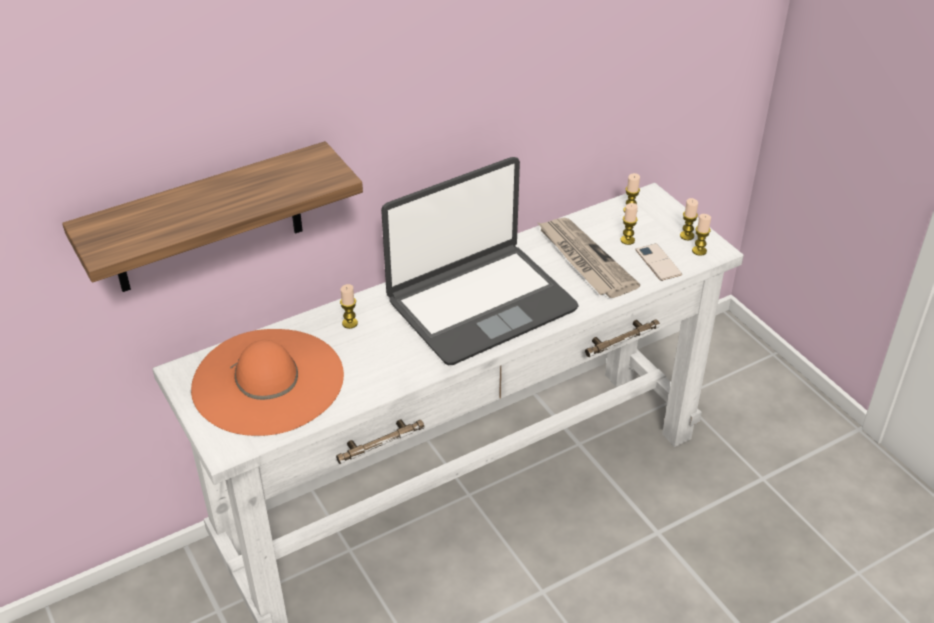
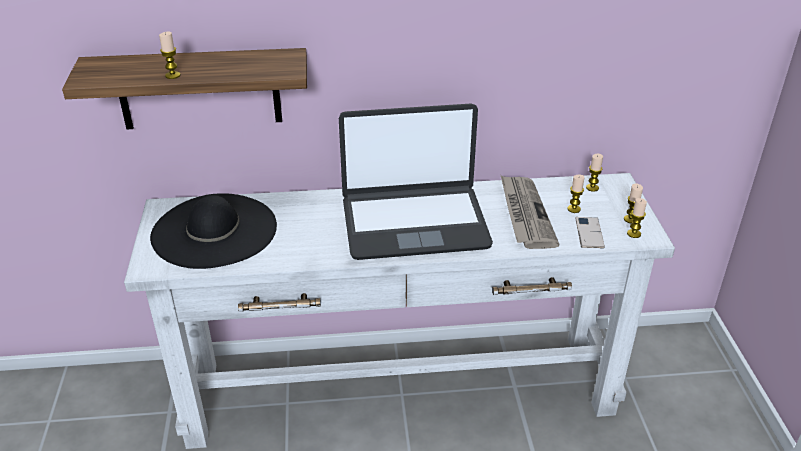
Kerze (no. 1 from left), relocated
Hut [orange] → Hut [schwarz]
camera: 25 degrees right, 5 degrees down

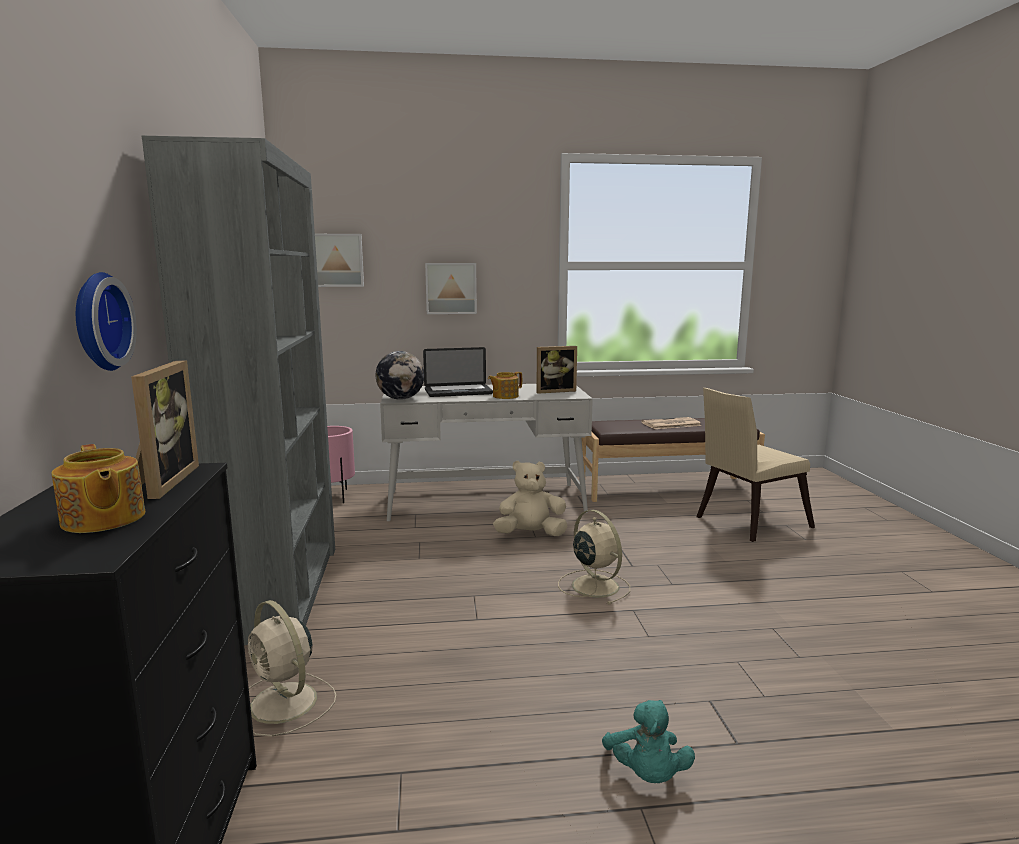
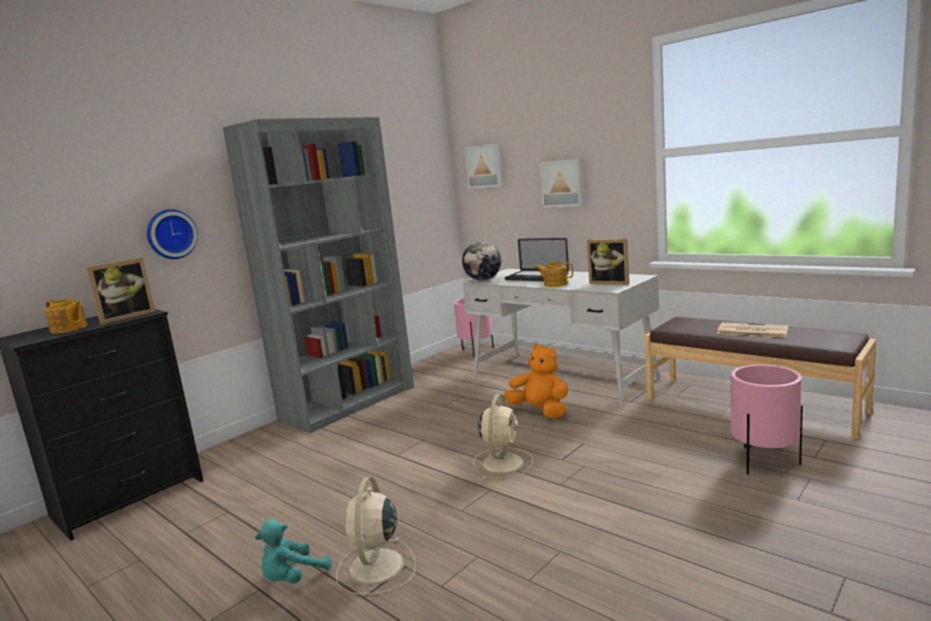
Ventilator [beige] (no. 1 from left), relocated
Stuhl [beige] → Pflanzkübel [rosa] (no. 2 from left)
Plüschtier [beige] → Plüschtier [orange]
Teekanne (no. 1 from left), 75 degrees counterclockwise
camera: 50 degrees right, 0 degrees up

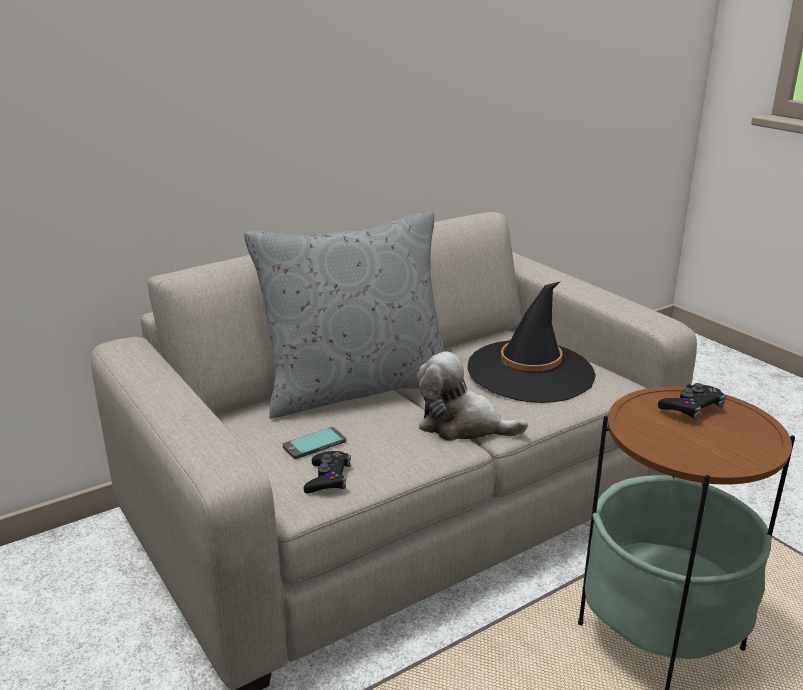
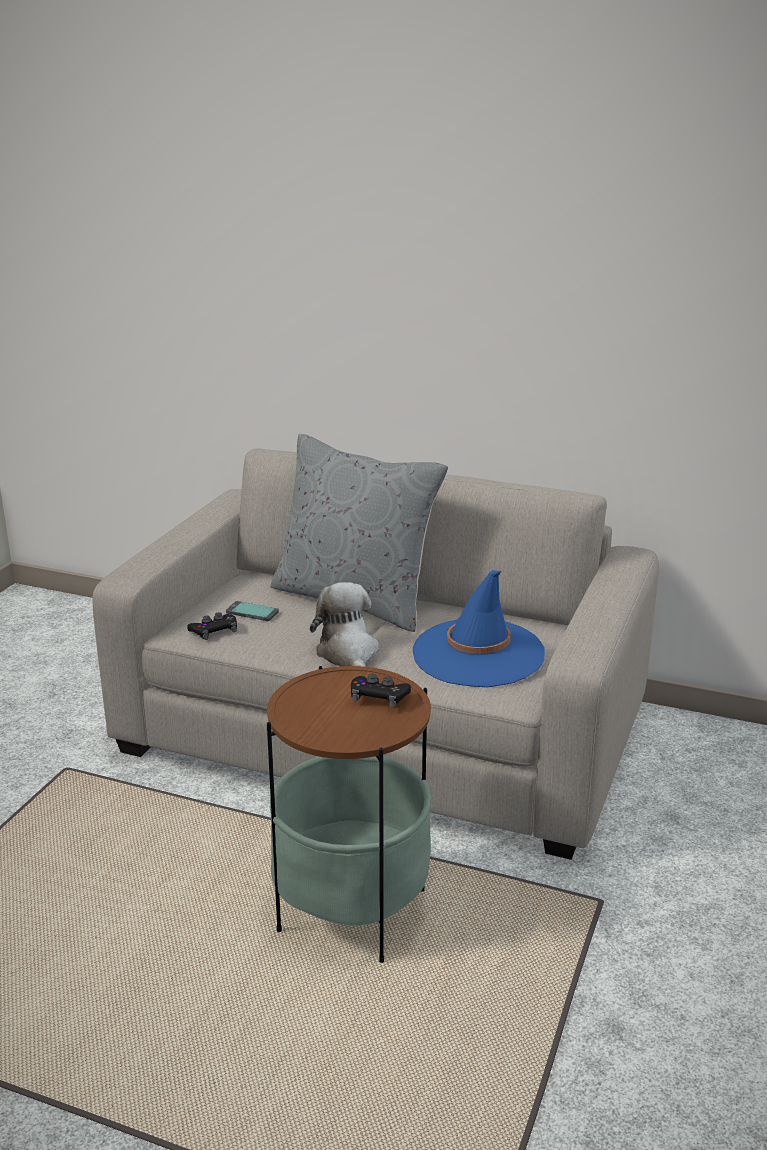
Hut [schwarz] → Hut [blau]
camera: 55 degrees right, 0 degrees up

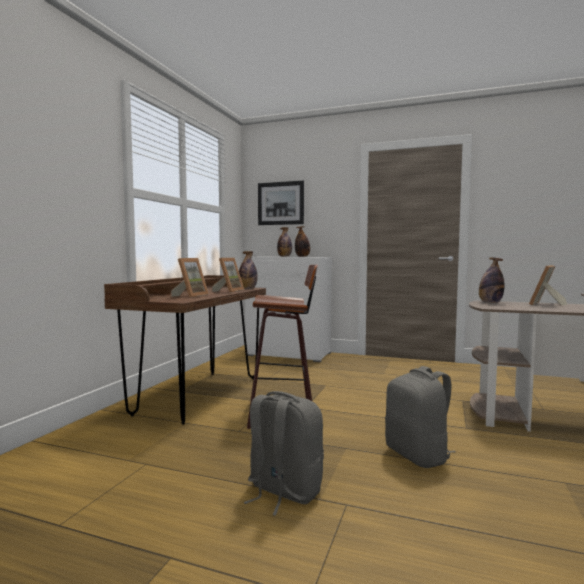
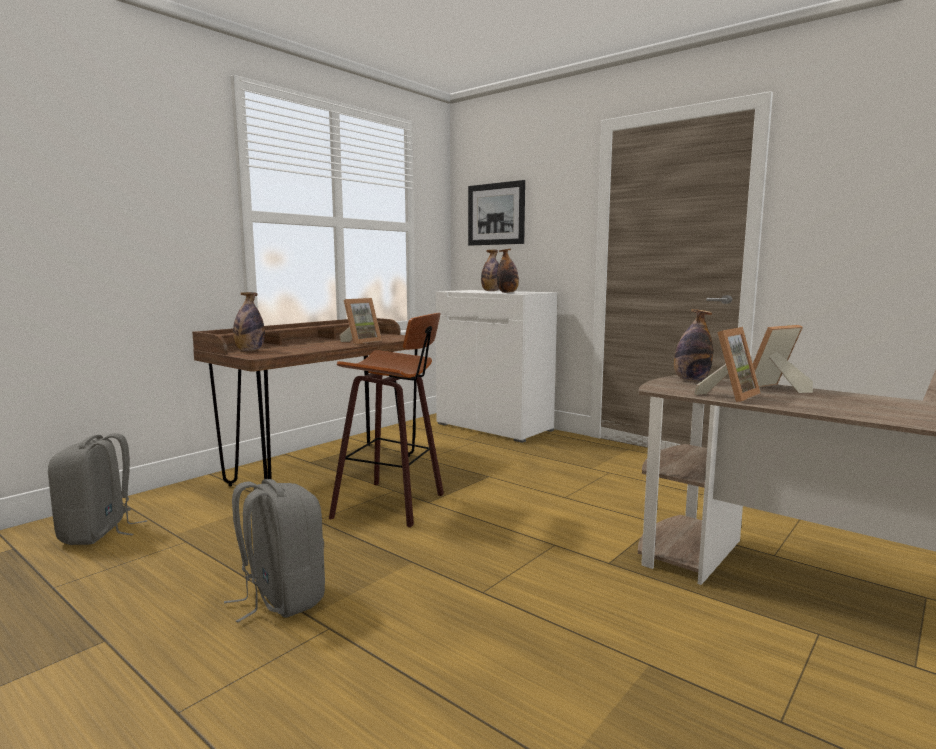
Bilderrahmen (no. 1 from left in the first image) → Bilderrahmen (no. 2 from left), relocated
Flasche (no. 1 from left), relocated
Rucksack [grau] (no. 2 from left in the first image) → Rucksack [grau] (no. 1 from left), relocated
camera: 20 degrees right, 5 degrees up

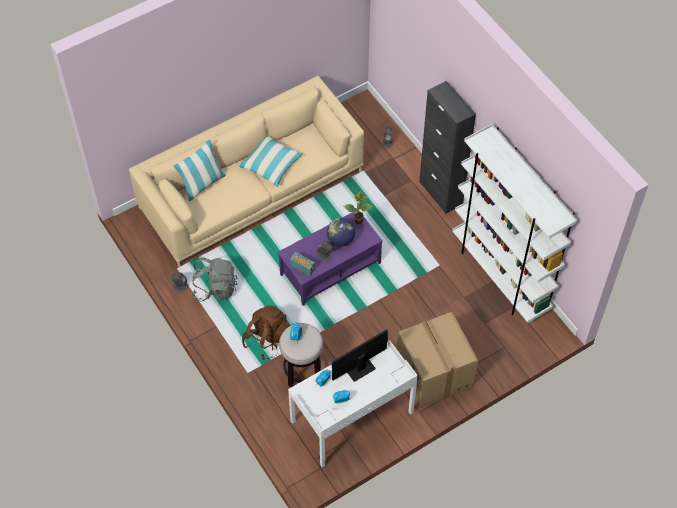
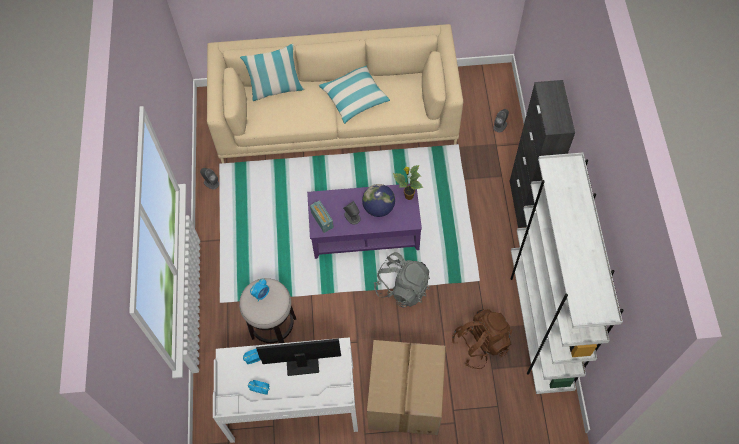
Rucksack [grau], relocated
Rucksack [braun], relocated
camera: 30 degrees right, 5 degrees up

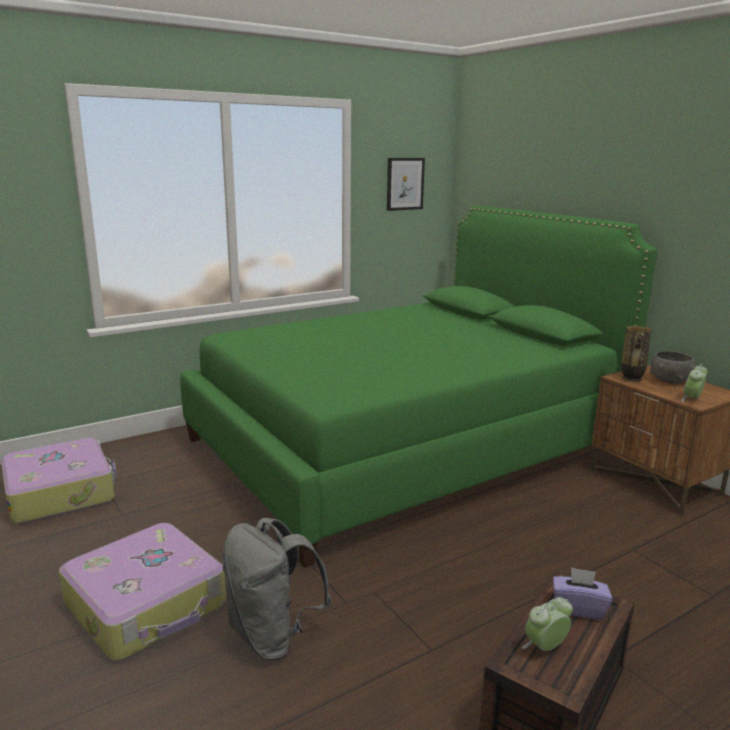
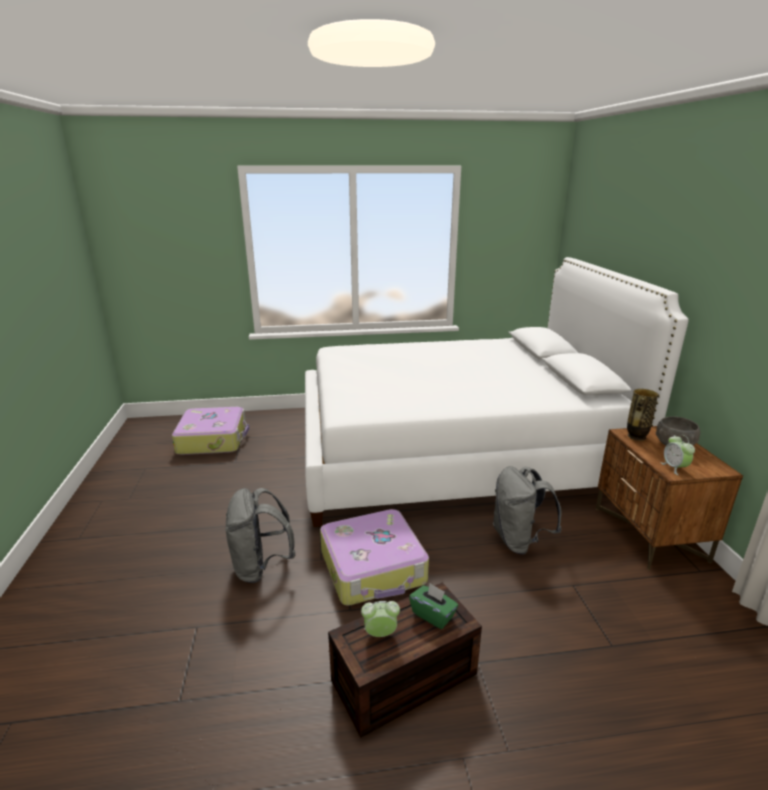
Bild → -
- → Rucksack [grau] (no. 2 from left)
Koffer (no. 2 from left), relocated
Bett [grün] → Bett [weiß]
Taschentuchbox [lila] → Taschentuchbox [grün]
Wecker (no. 2 from left), 75 degrees counterclockwise
camera: 25 degrees right, 5 degrees up

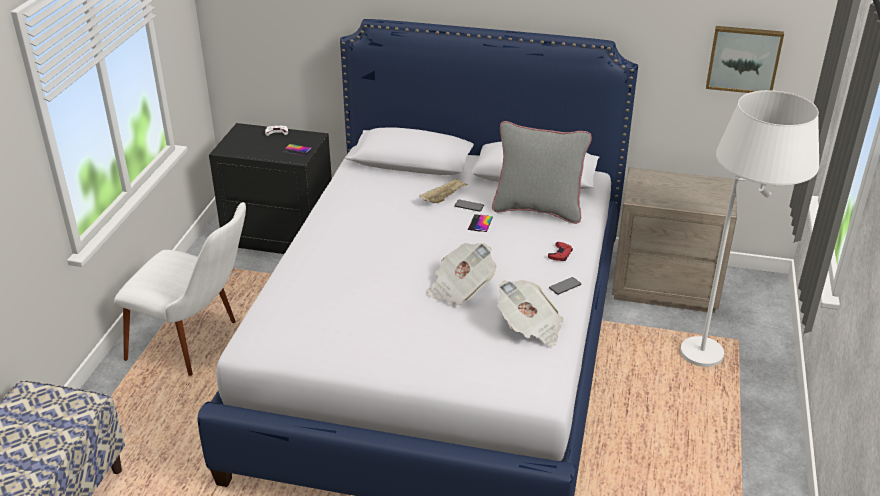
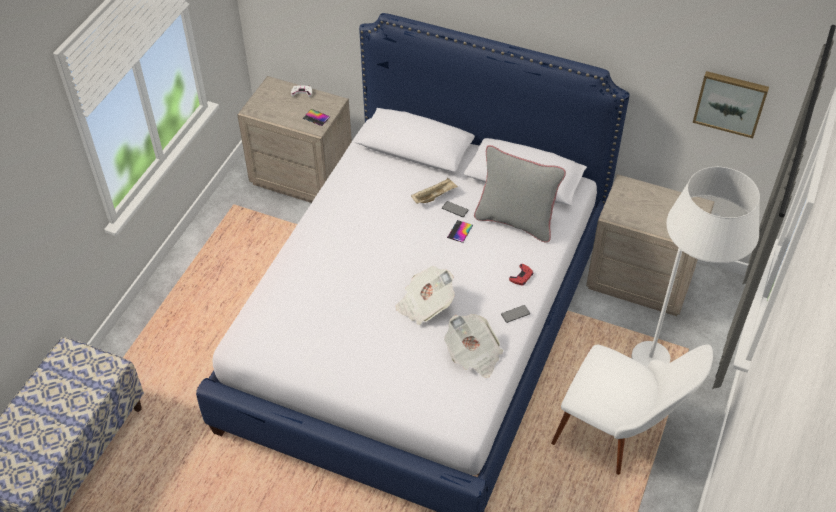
Stuhl [weiß], relocated
Nachttisch [schwarz] → Nachttisch [beige] (no. 1 from left)
camera: 10 degrees right, 15 degrees up

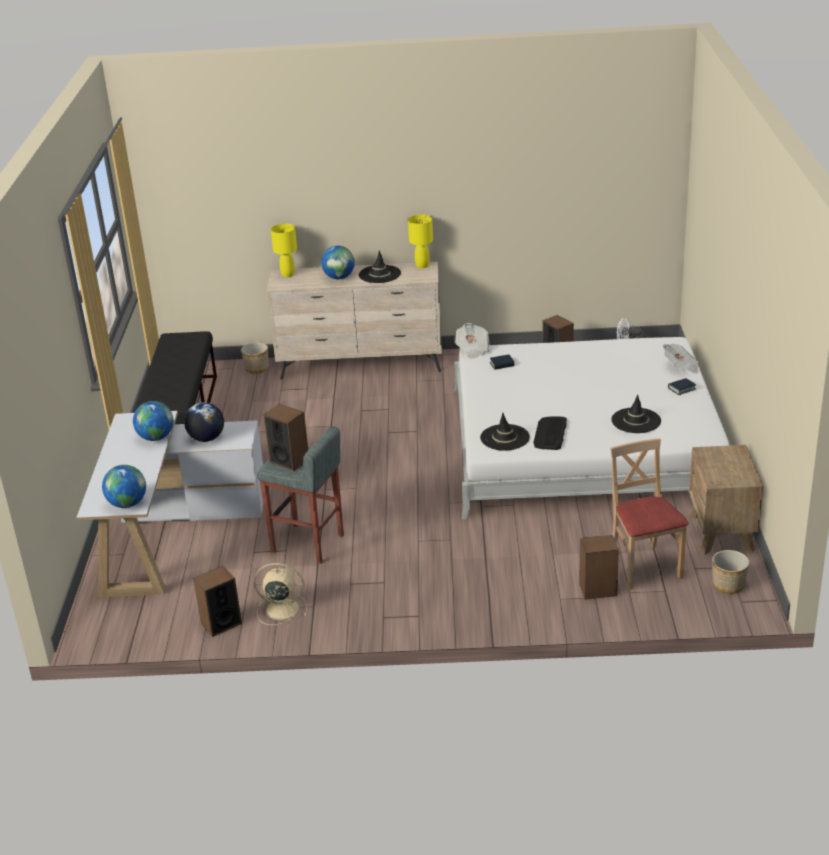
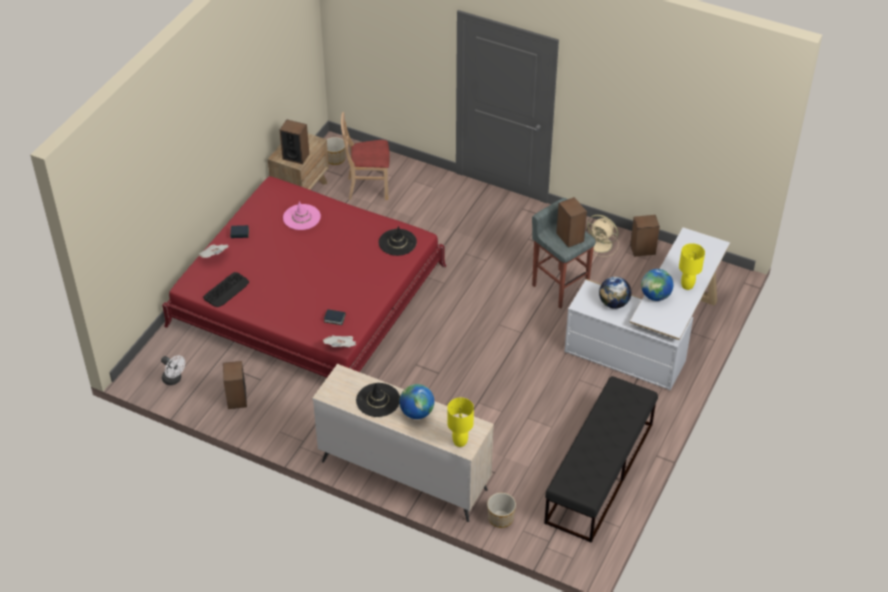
Globus (no. 1 from left) → -
Tischlampe [gelb] (no. 2 from left), relocated
Tastatur, relocated
Lautsprecher (no. 4 from left in the first image) → Lautsprecher (no. 2 from left), relocated
Bett [weiß] → Bett [rot]
Hut [schwarz] (no. 3 from left) → Hut [rosa]
Stuhl [beige], 75 degrees clockwise
camera: 155 degrees left, 15 degrees up

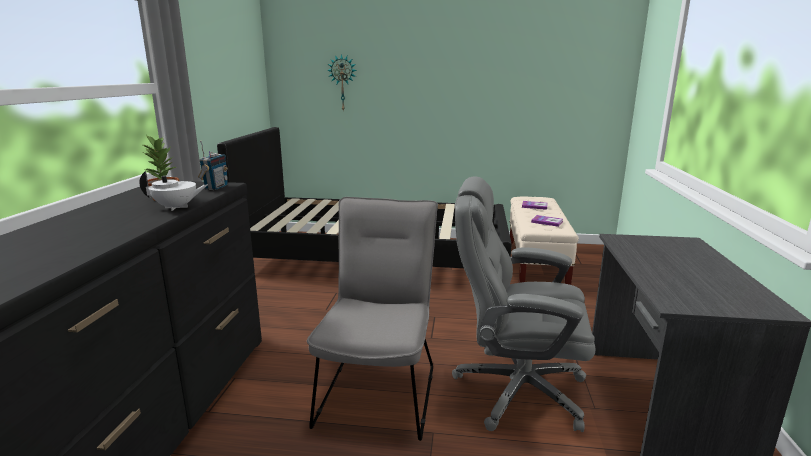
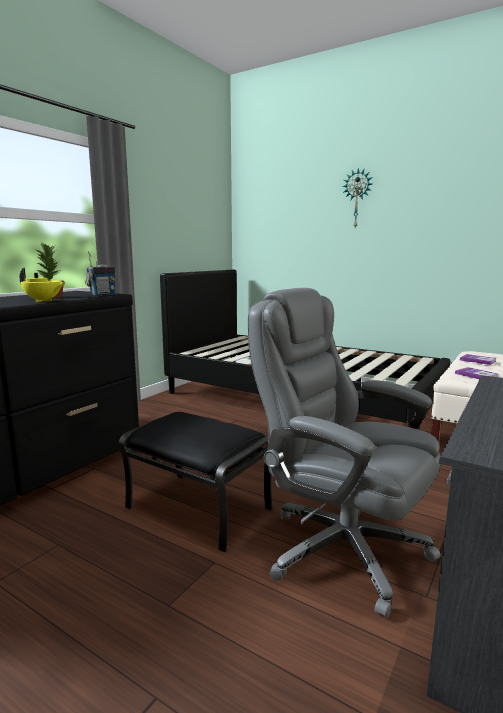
Wanduhr, relocated
Stuhl [grau] → Polsterhocker [schwarz]
Teekanne [weiß] → Teekanne [gelb]
camera: 25 degrees right, 5 degrees down

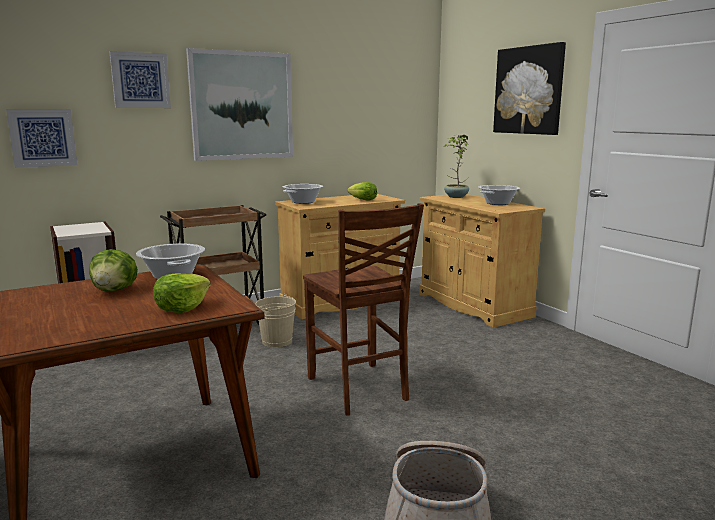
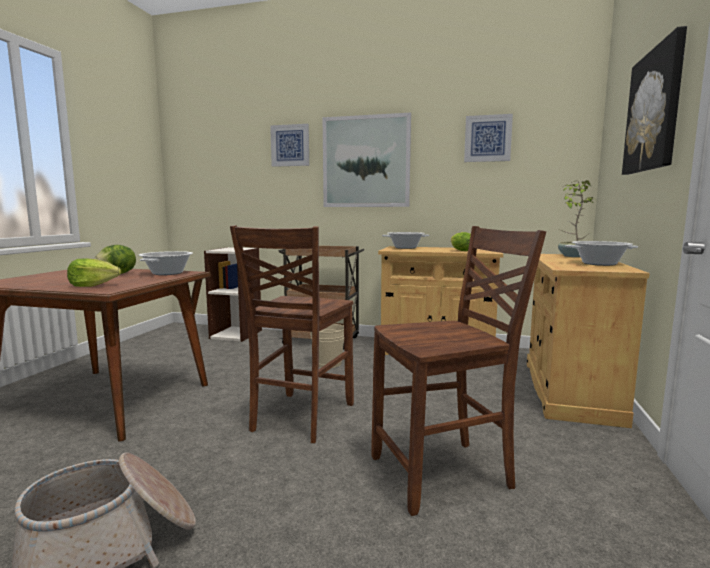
- → Stuhl [braun] (no. 2 from left)
Bild (no. 1 from left in the first image) → Bild (no. 3 from left), relocated
camera: 45 degrees right, 5 degrees down

